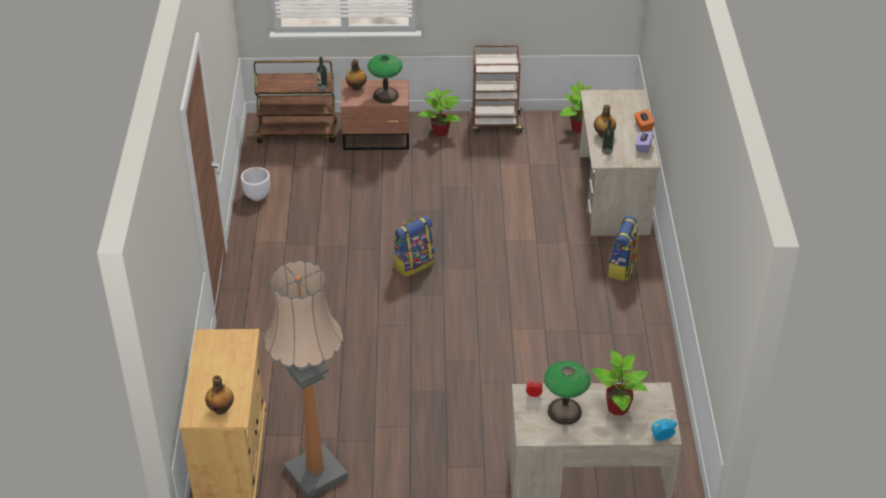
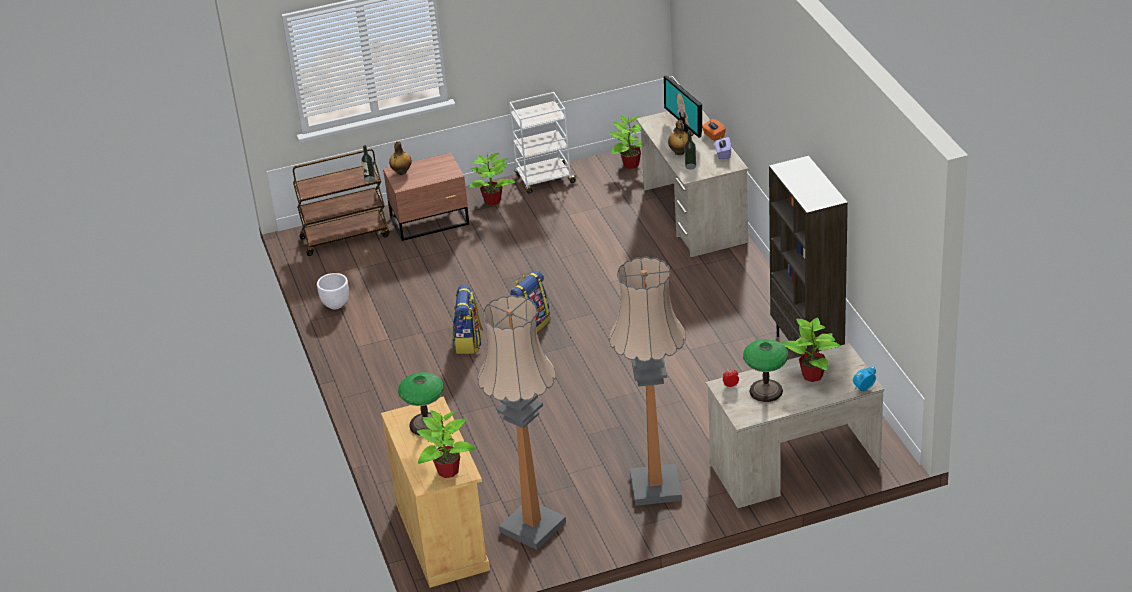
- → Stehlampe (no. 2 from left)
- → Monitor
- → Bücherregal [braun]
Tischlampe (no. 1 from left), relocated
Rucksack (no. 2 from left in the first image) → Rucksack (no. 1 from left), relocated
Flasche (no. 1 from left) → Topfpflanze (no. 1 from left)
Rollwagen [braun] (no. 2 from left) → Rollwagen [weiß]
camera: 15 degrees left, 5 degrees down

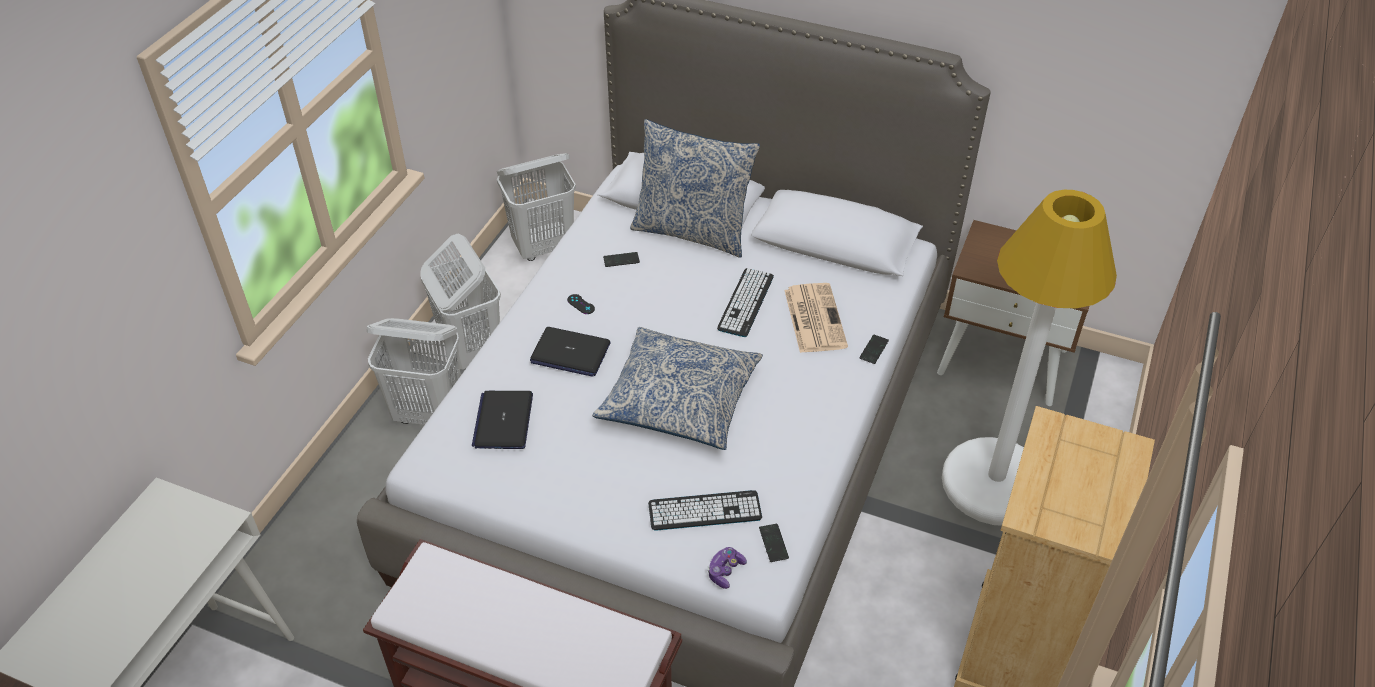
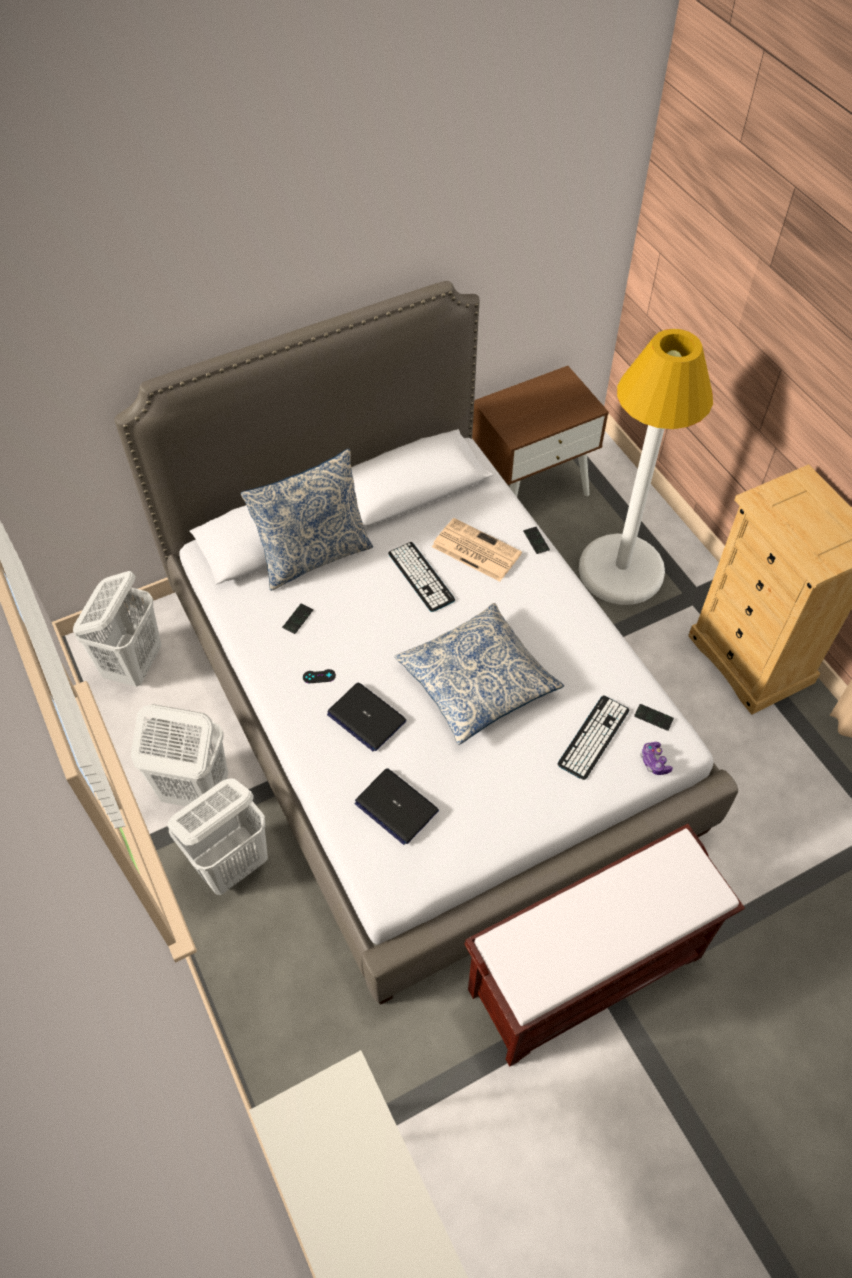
Laptop (no. 2 from left in the first image) → Laptop (no. 1 from left), 75 degrees clockwise
camera: 50 degrees left, 10 degrees up

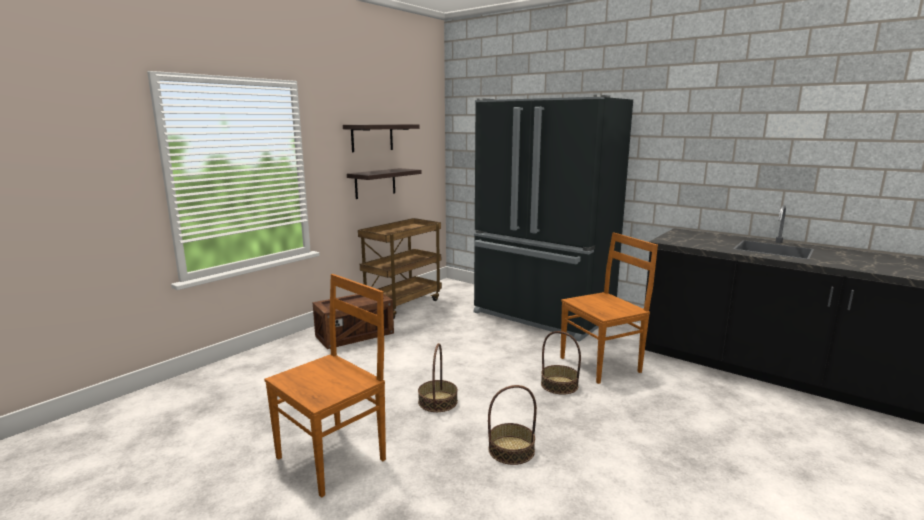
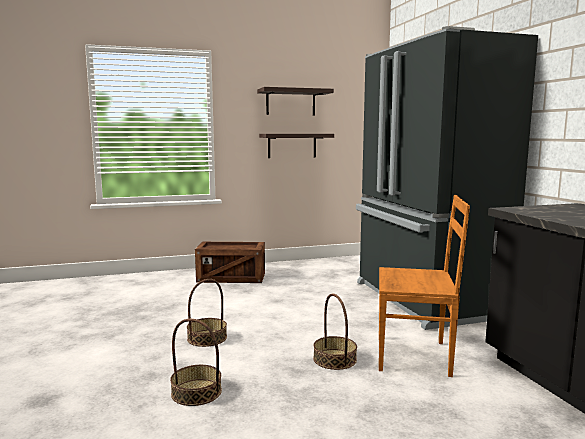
Stuhl [braun] (no. 1 from left) → -
Rollwagen [braun] → -
camera: 35 degrees right, 5 degrees down

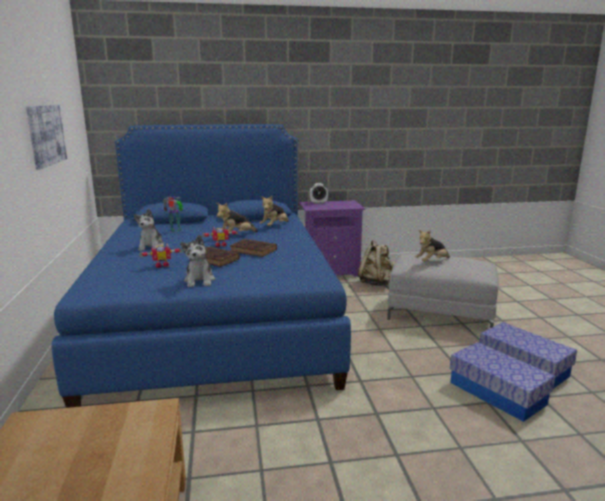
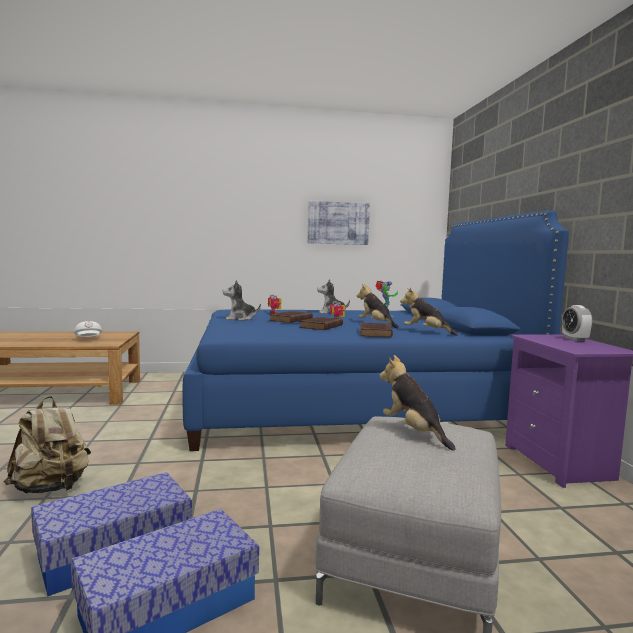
- → Kappe [weiß]
- → Buch [braun] (no. 3 from left)
Rucksack [beige], relocated
camera: 90 degrees right, 10 degrees down

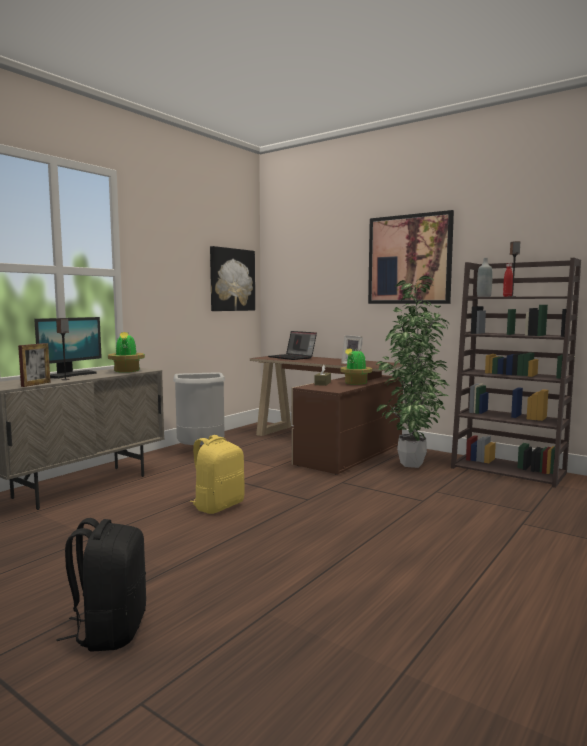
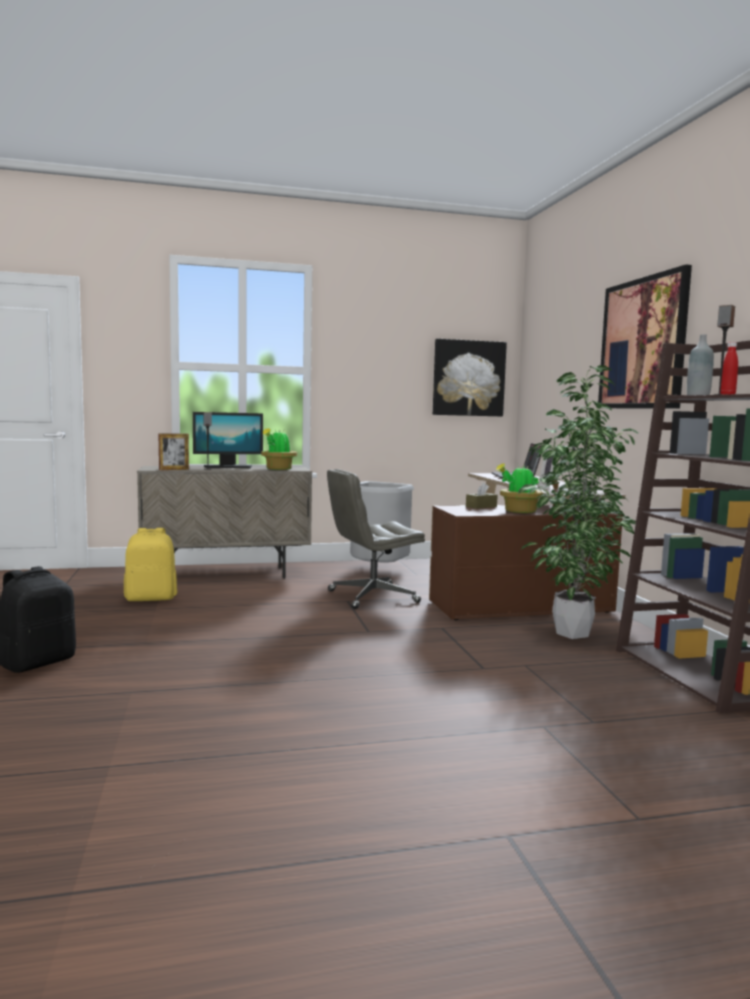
- → Bürostuhl [grau]
Rucksack [gelb], relocated
camera: 40 degrees right, 0 degrees up

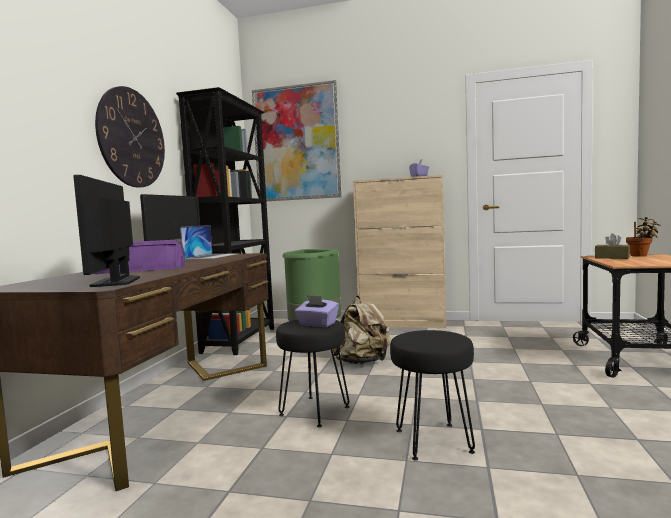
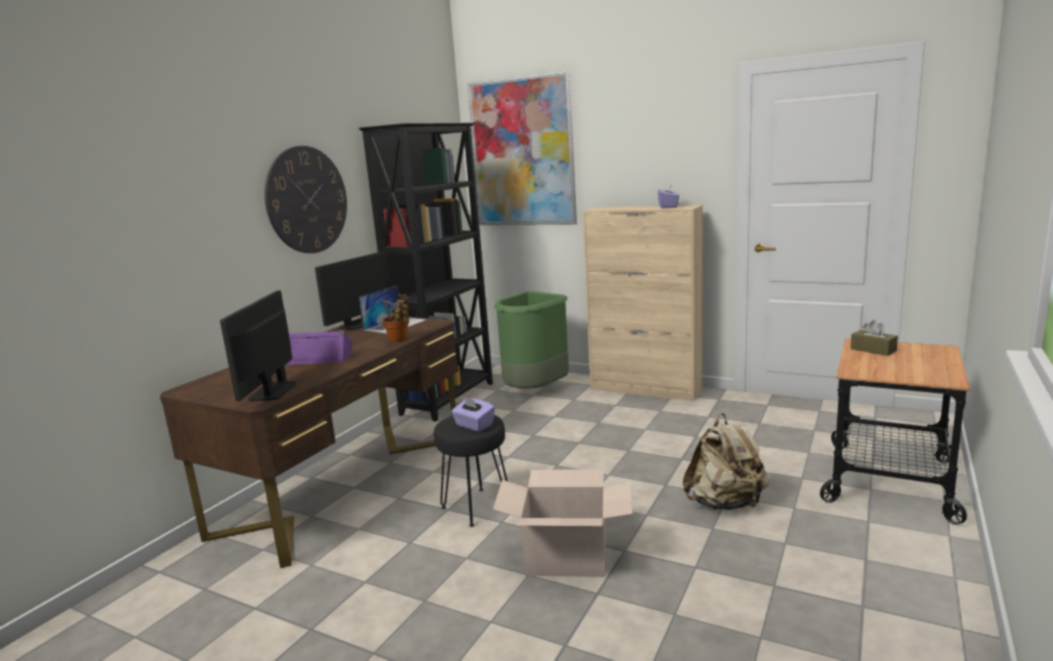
Rucksack [beige], relocated
Topfpflanze, relocated
Hocker [schwarz] (no. 2 from left) → Karton
camera: 15 degrees right, 10 degrees up

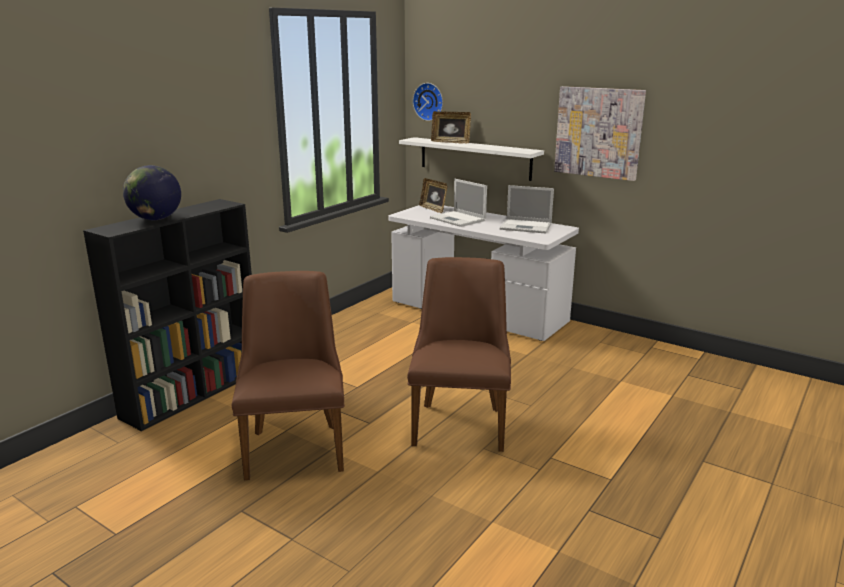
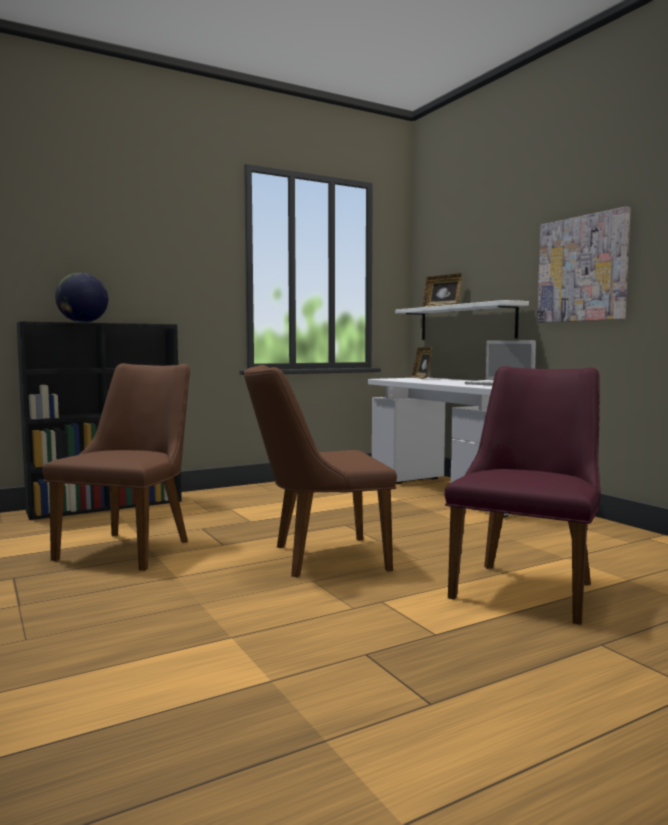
Wanduhr → -
Laptop (no. 1 from left) → -
- → Stuhl [lila]
Stuhl [braun] (no. 2 from left), 135 degrees counterclockwise
camera: 25 degrees right, 15 degrees down

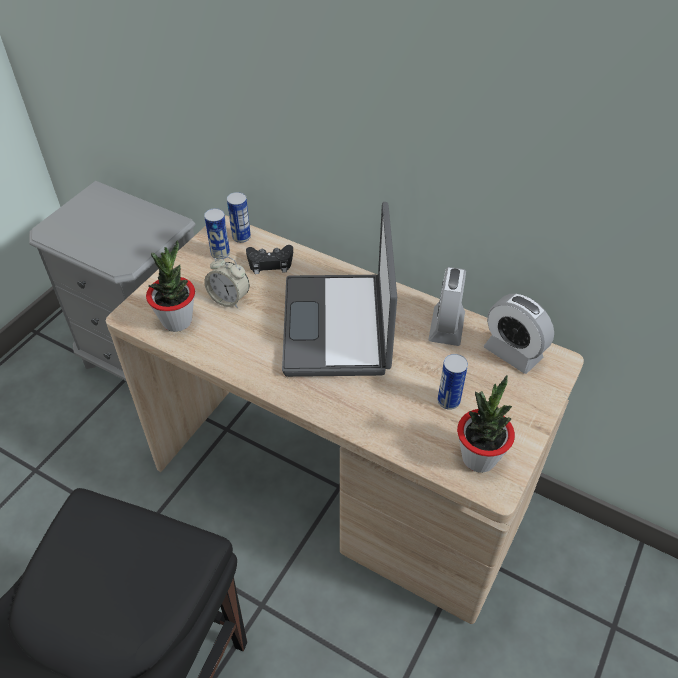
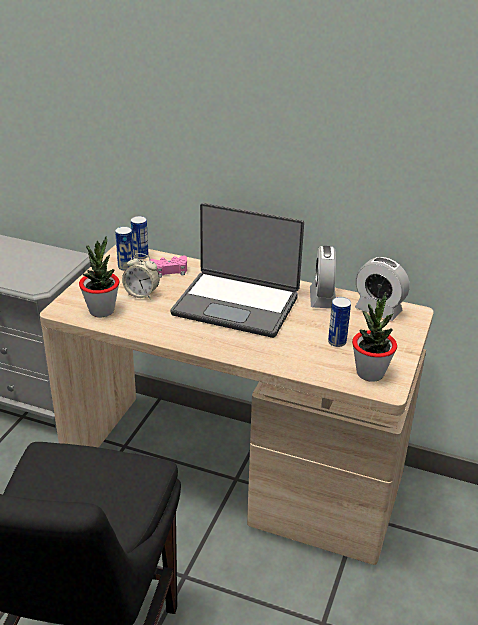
Gamepad [schwarz] → Gamepad [rosa]
Laptop, 60 degrees counterclockwise
camera: 10 degrees left, 15 degrees down

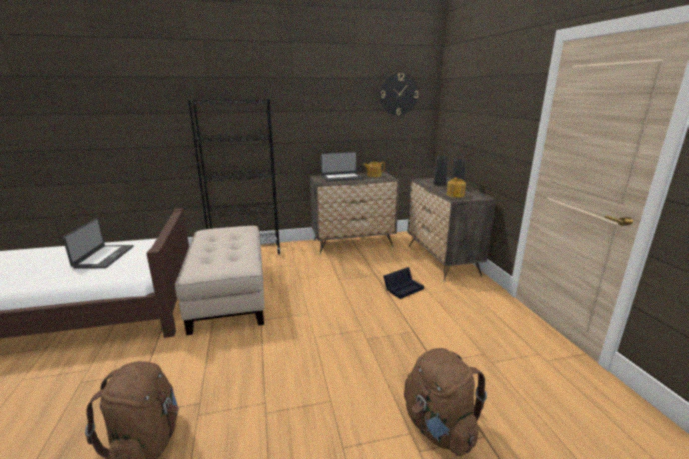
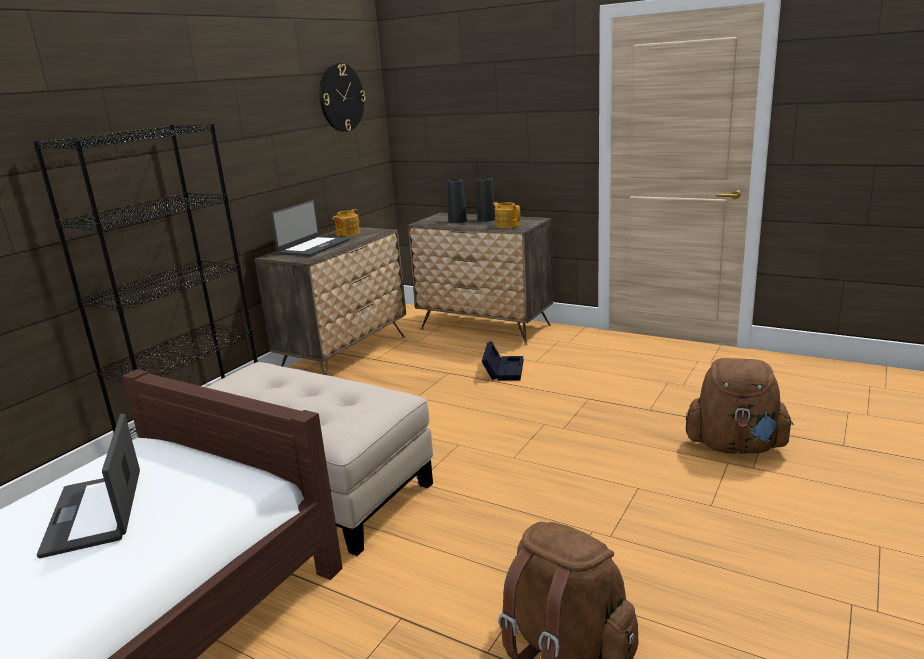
Laptop (no. 1 from left), 150 degrees counterclockwise
camera: 45 degrees left, 0 degrees up

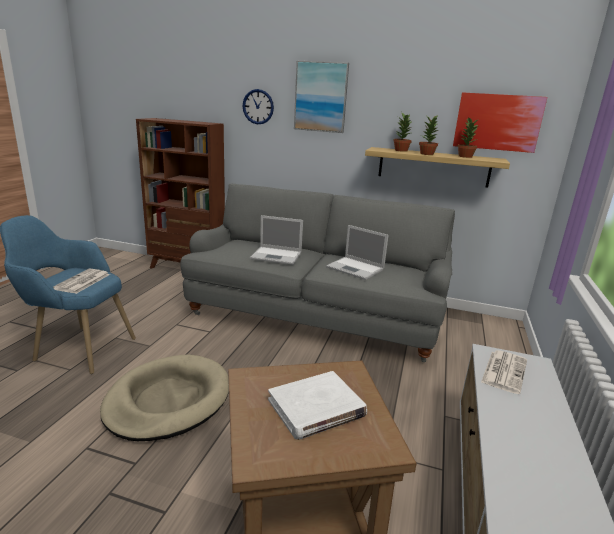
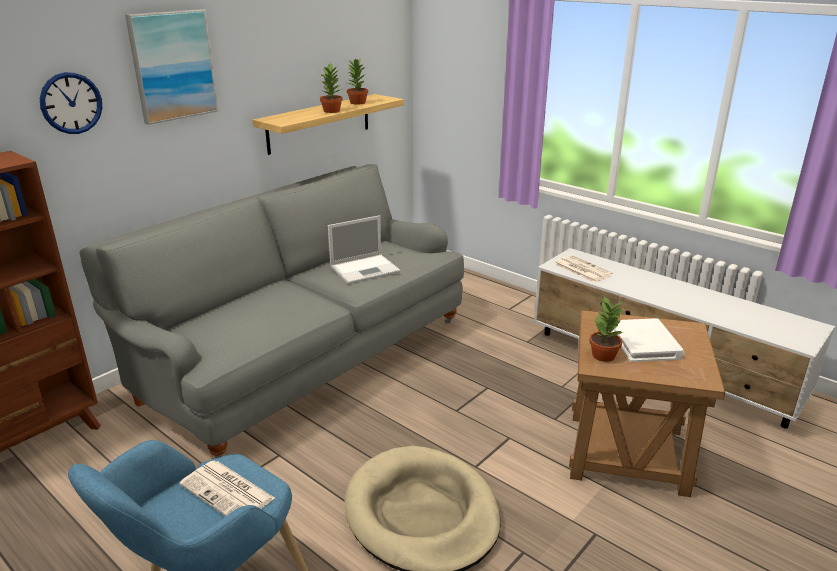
Laptop (no. 1 from left) → -
Bild (no. 2 from left) → -
Topfpflanze (no. 1 from left in the first image) → Topfpflanze (no. 3 from left), relocated
camera: 65 degrees left, 5 degrees up

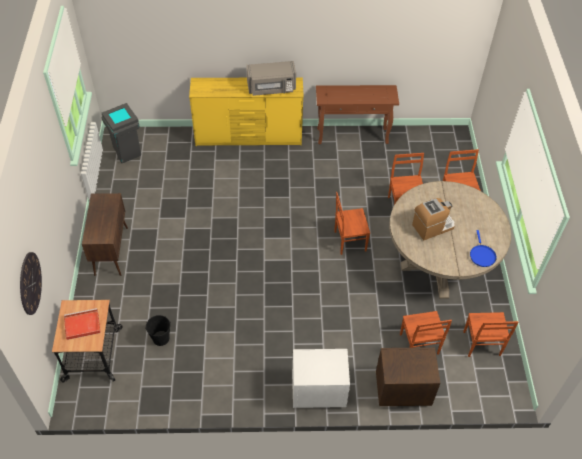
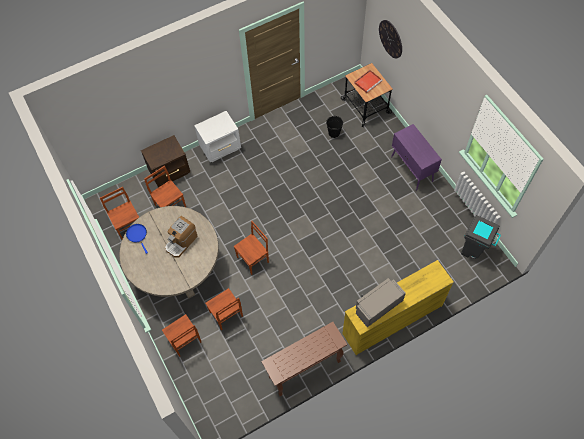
Schrank [braun] → Schrank [lila]
camera: 155 degrees right, 10 degrees up

